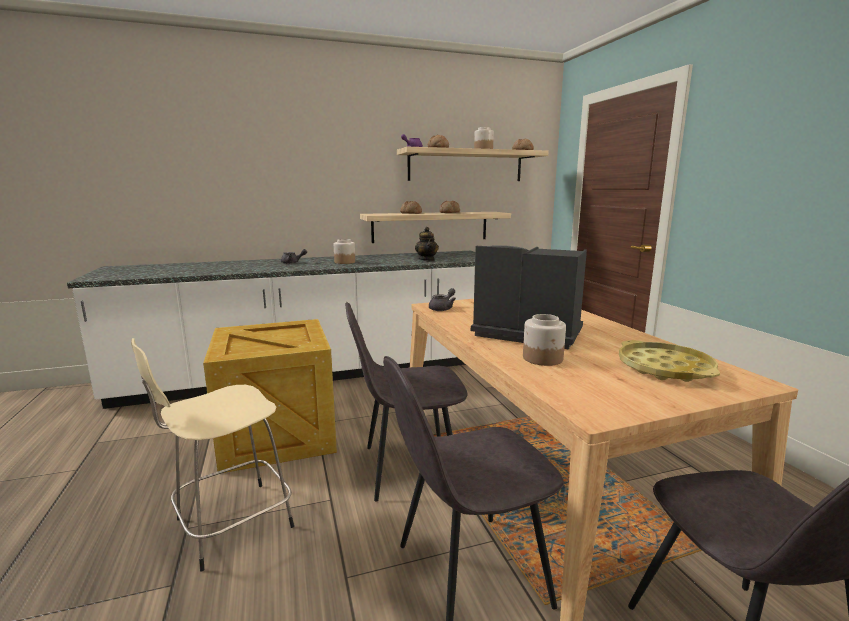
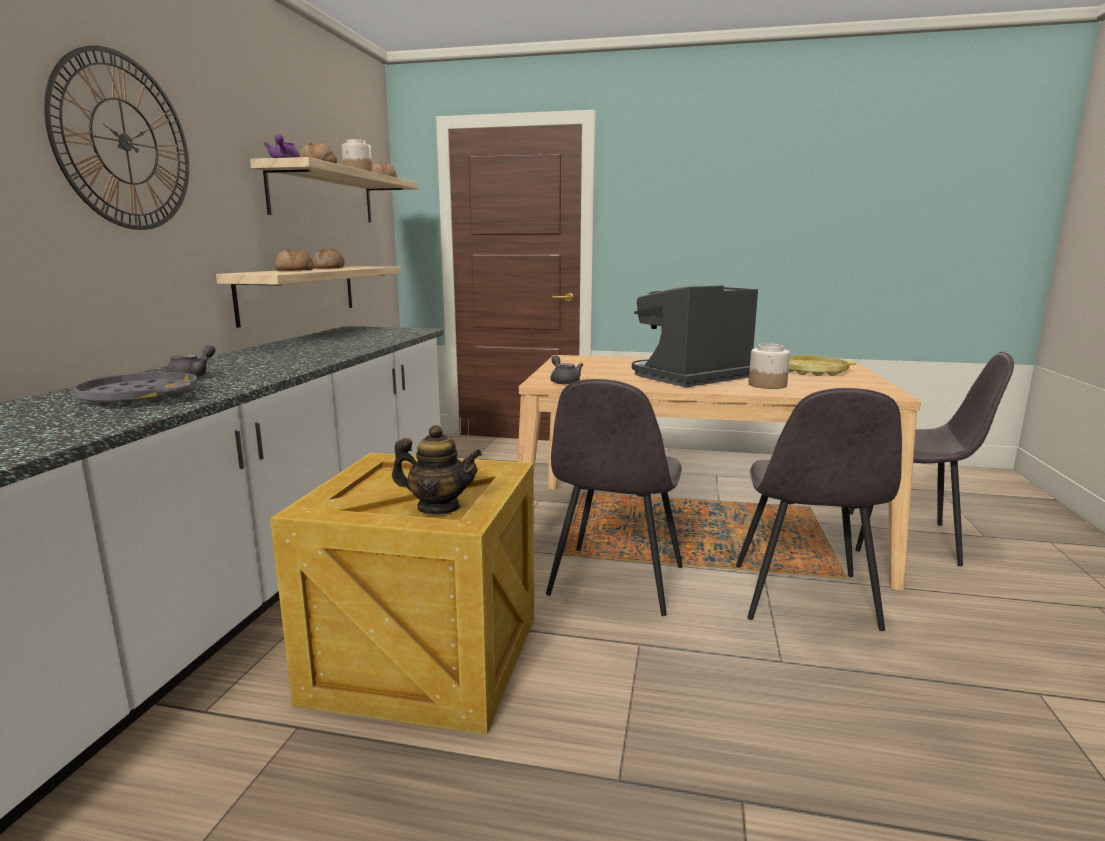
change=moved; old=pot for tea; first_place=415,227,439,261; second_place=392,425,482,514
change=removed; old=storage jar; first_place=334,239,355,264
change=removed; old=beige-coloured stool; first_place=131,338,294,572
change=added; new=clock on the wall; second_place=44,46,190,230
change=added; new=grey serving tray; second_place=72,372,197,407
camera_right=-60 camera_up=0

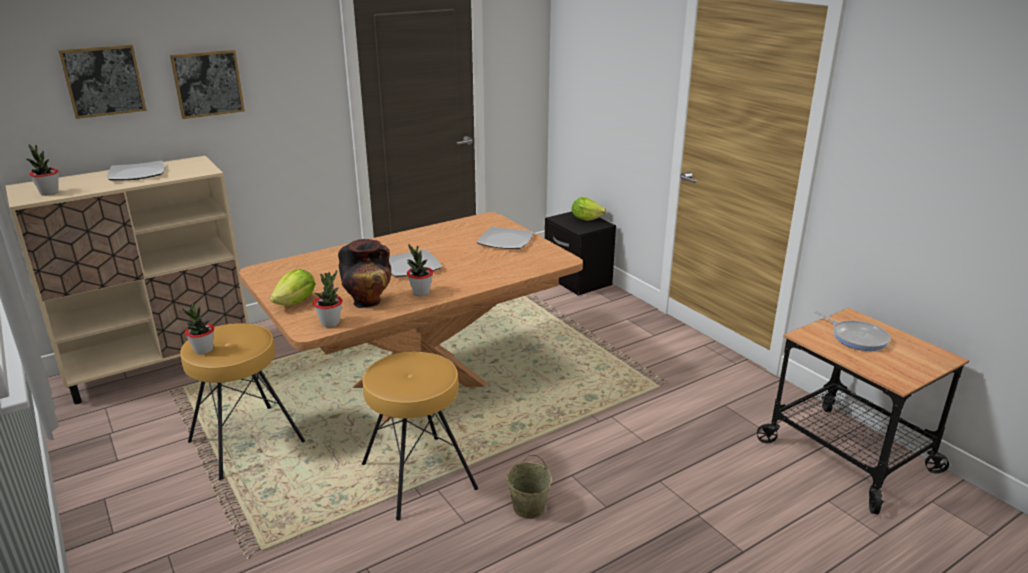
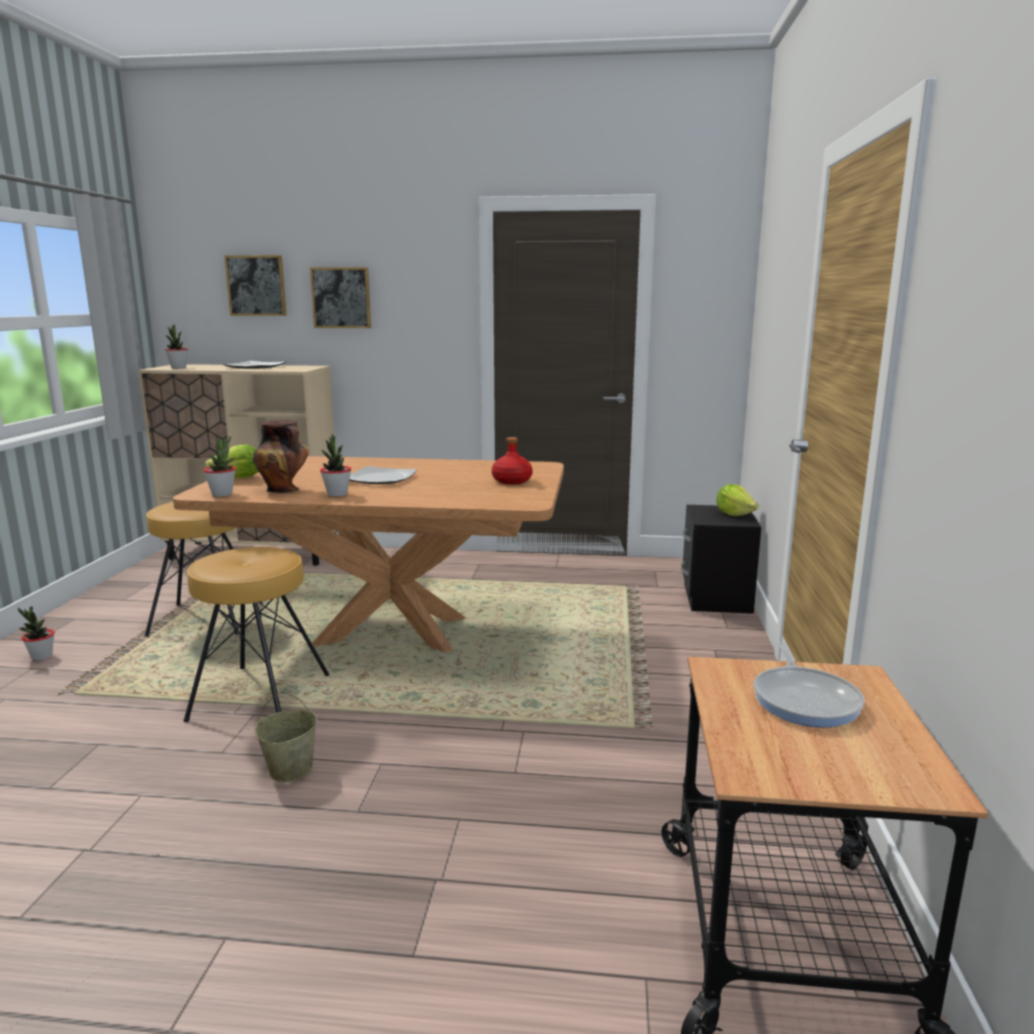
change=replaced; old=flat dish; new=red-coloured beverage bottle; first_place=477,226,534,249; second_place=492,437,533,484
change=moved; old=potted plant; first_place=182,304,214,355; second_place=18,606,55,661
camera_right=40 camera_up=-10

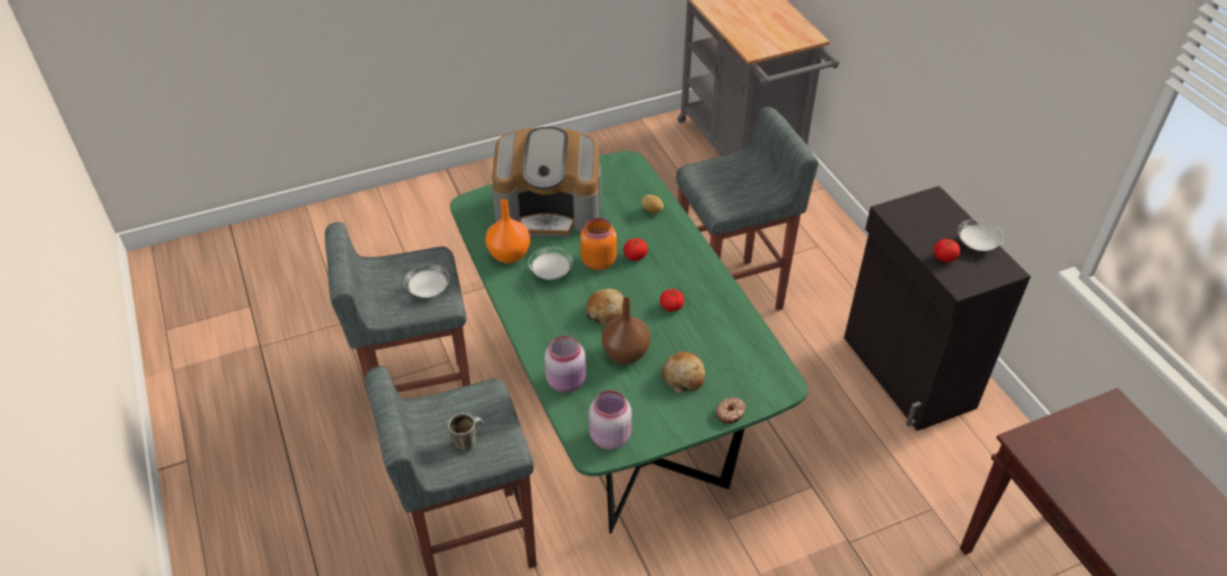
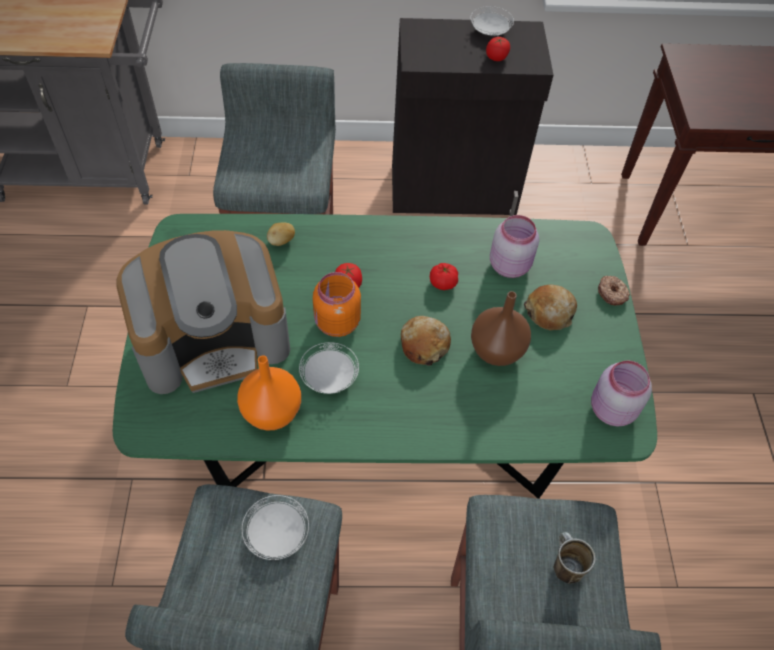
change=turned; old=coffee maker; first_place=492,126,601,237; second_place=116,230,290,394; degrees=45
change=moved; old=pinkish storage jar; first_place=544,336,586,393; second_place=490,215,539,278
camera_right=-70 camera_up=10

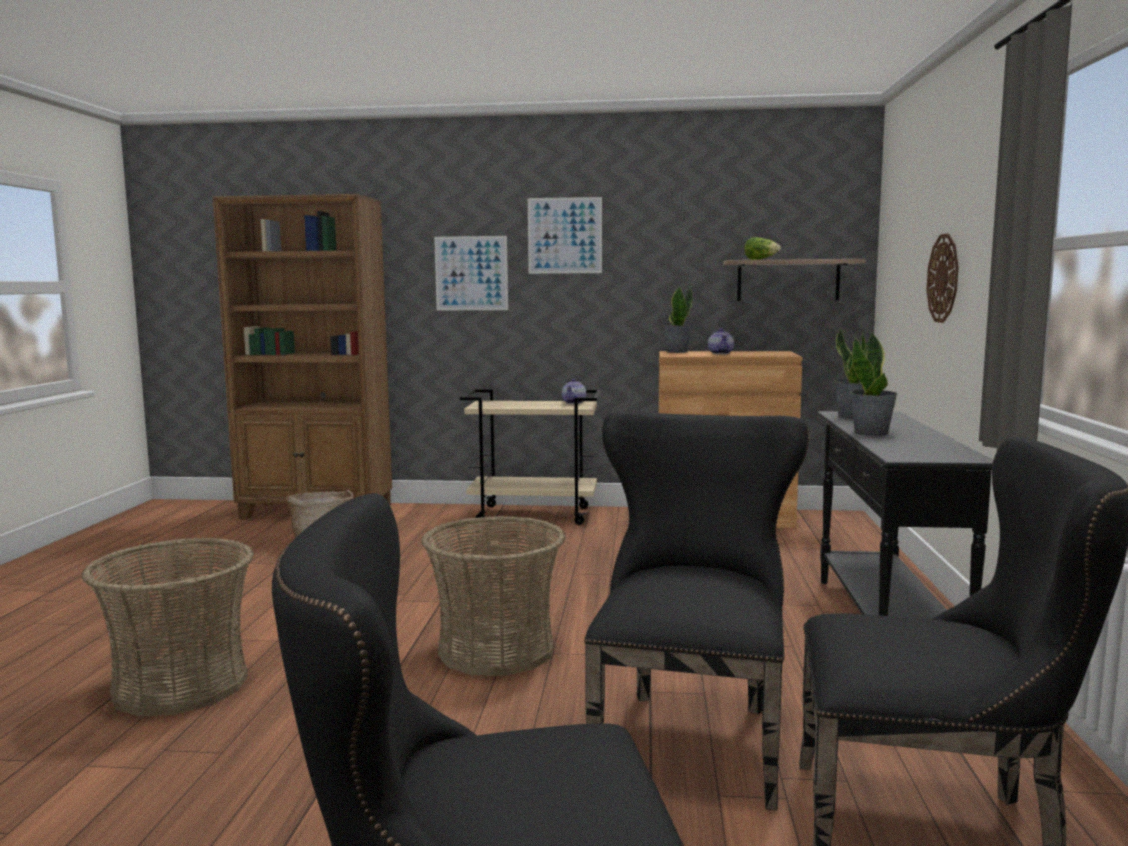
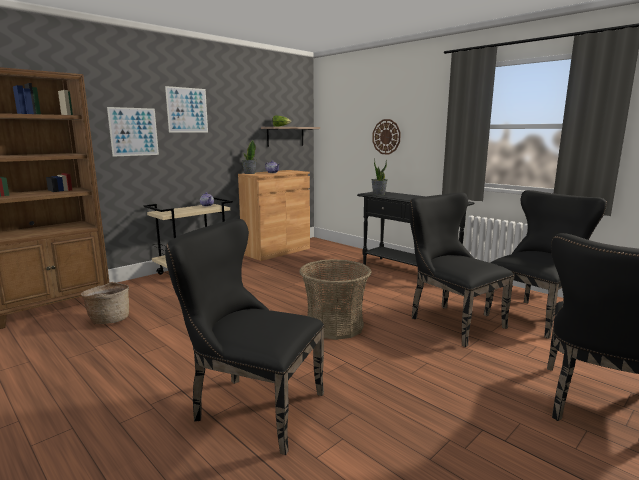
change=removed; old=potted plant; first_place=850,332,898,436
change=replaced; old=basket; new=black upright chair; first_place=82,538,254,716; second_place=165,219,324,455
camera_right=-50 camera_up=5

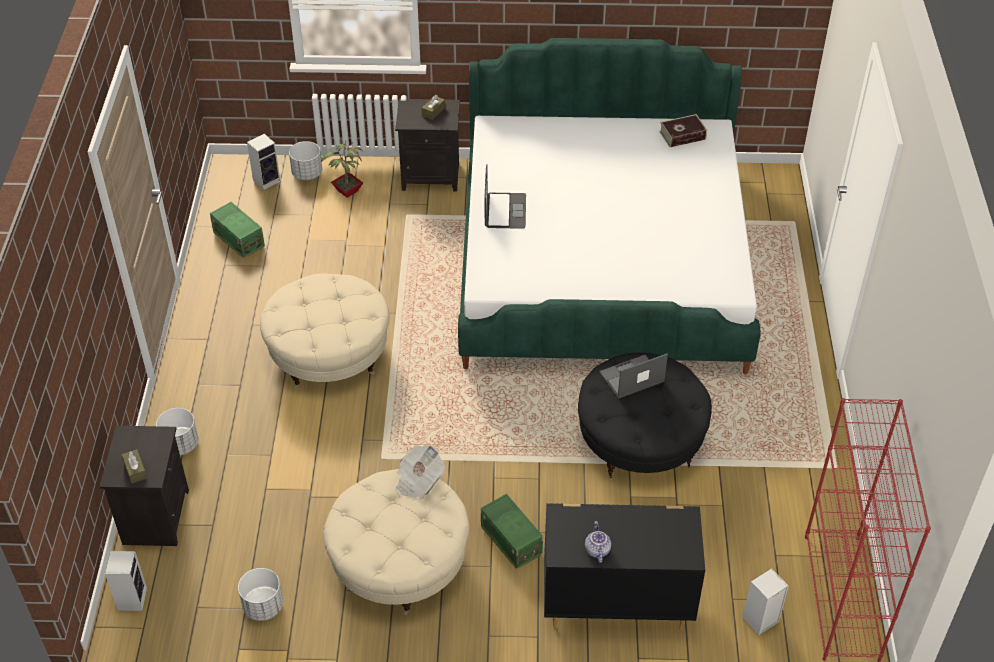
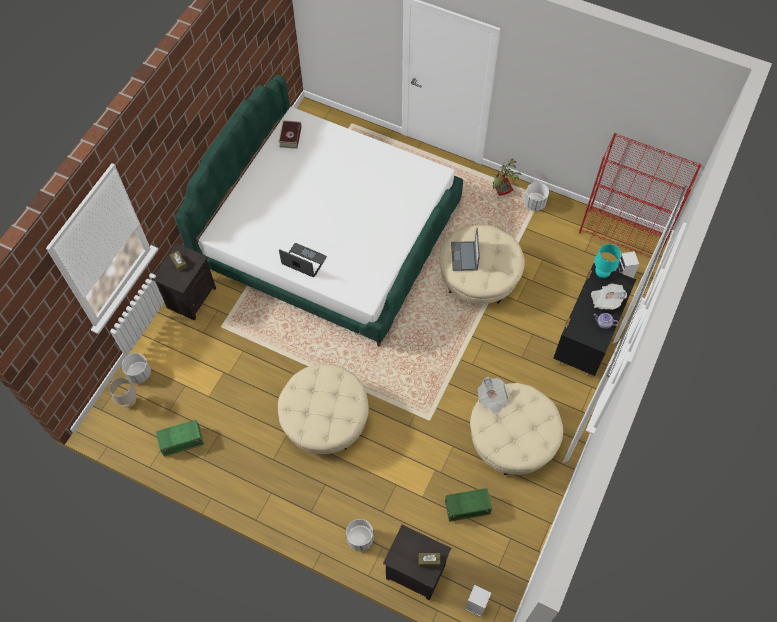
change=replaced; old=speaker; new=beige-coloured table lamp; first_place=247,134,280,190; second_place=109,377,136,408
change=moved; old=potted plant; first_place=321,139,363,198; second_place=493,158,522,196
change=recoloured; old=black footrest; new=beige-coloured footrest; first_place=578,353,712,478; second_place=439,225,525,305
change=moved; old=green storage bin; first_place=481,494,543,569; second_place=445,488,492,522
change=moved; old=white-coloured planter; first_place=238,568,283,621; second_place=524,182,549,211
change=added; new=blue-green table lamp; second_place=594,244,621,278
change=added; new=printed paper; second_place=591,284,627,310
camera_right=-65 camera_up=15

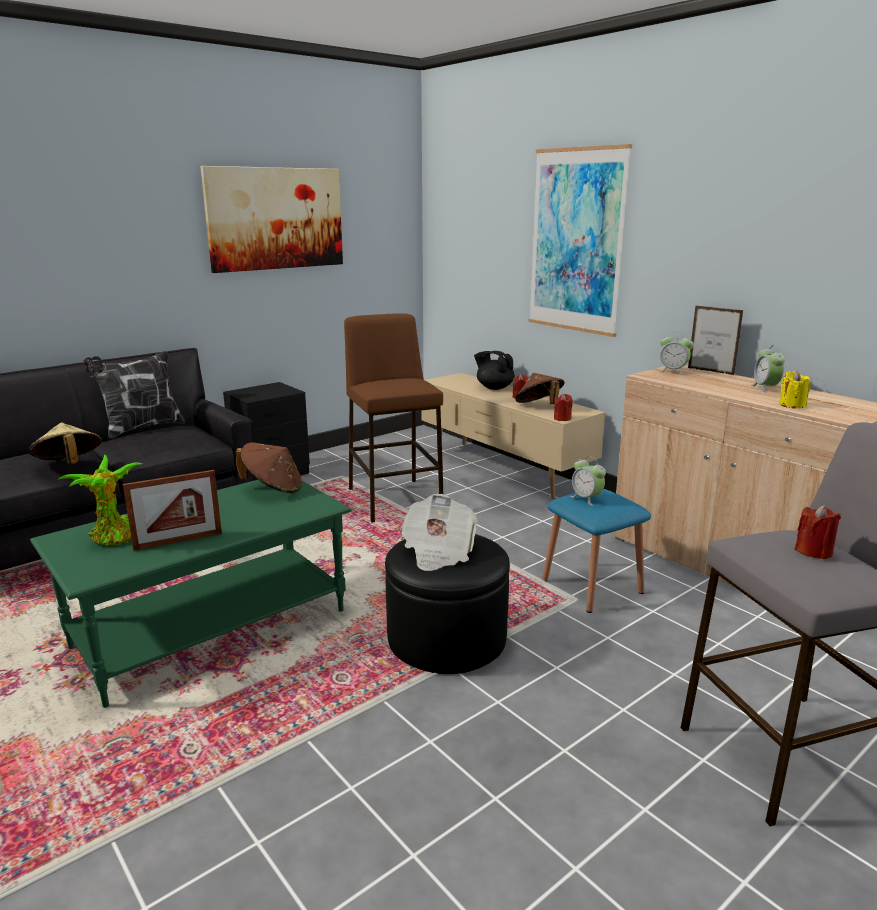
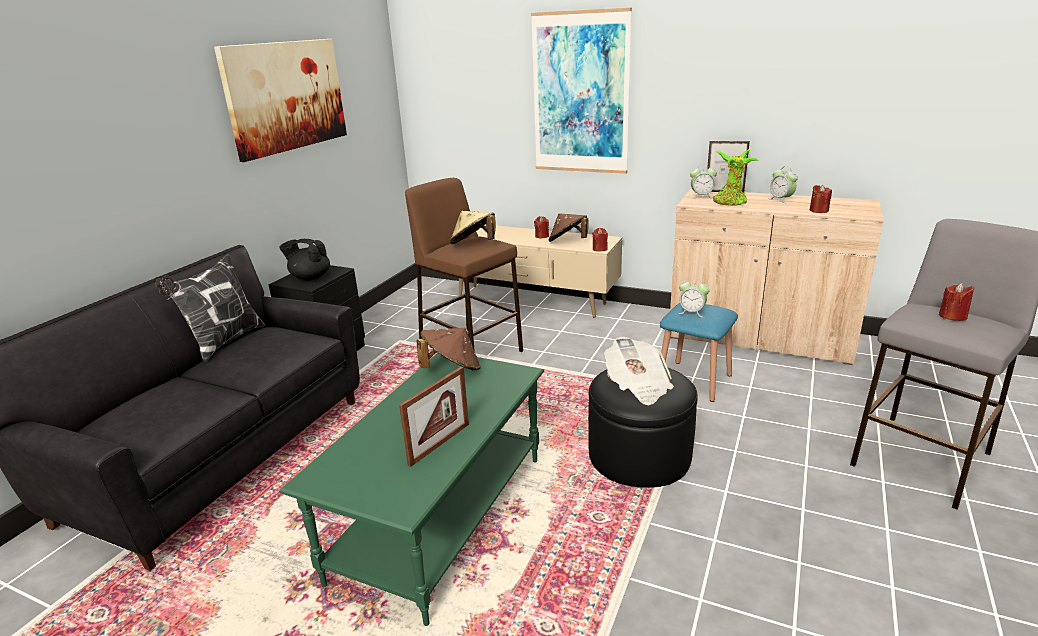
change=moved; old=black pot for tea; first_place=474,351,515,390; second_place=279,239,330,281
change=recoloured; old=yellow wax candle; new=red-coloured wax candle; first_place=780,371,811,408; second_place=810,185,832,213
change=moved; old=beige-coloured hat; first_place=29,422,102,464; second_place=450,211,496,244
change=moved; old=potted plant; first_place=57,455,142,545; second_place=713,150,758,206
camera_right=-25 camera_up=5

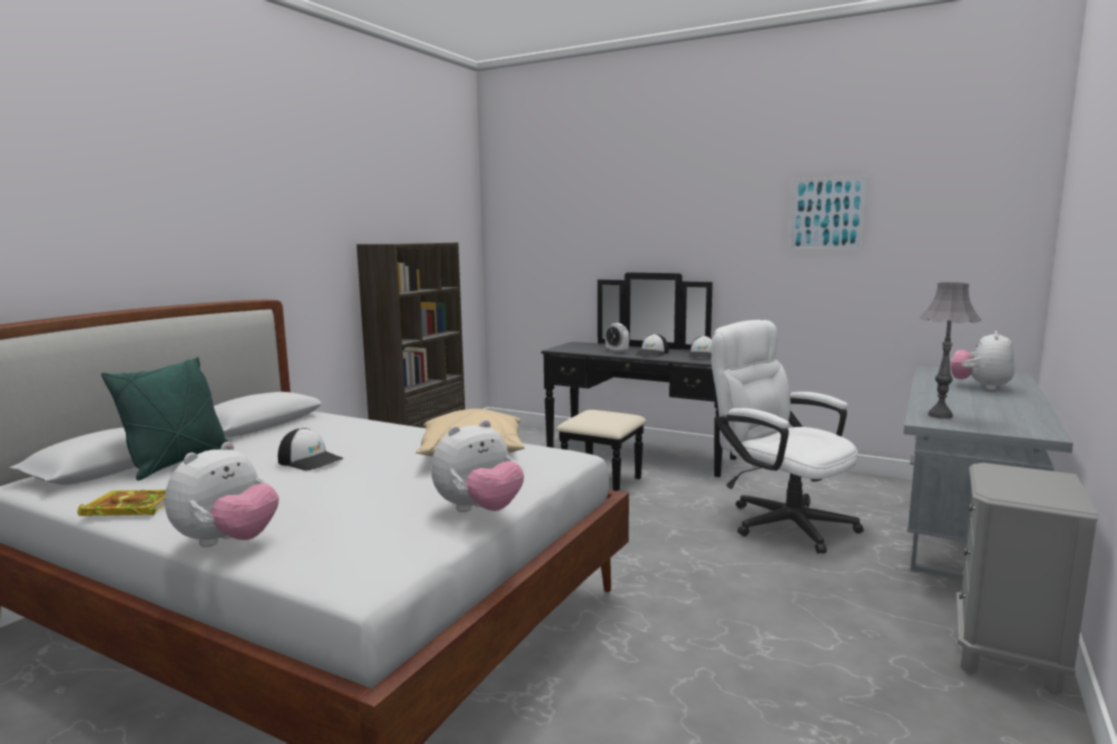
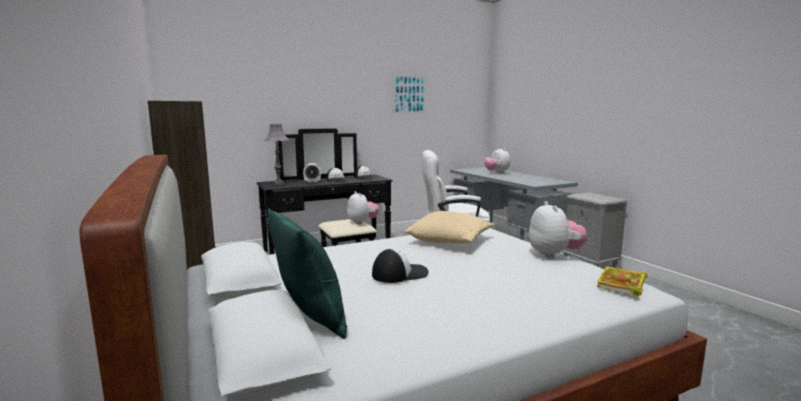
change=moved; old=grey table lamp; first_place=920,282,981,419; second_place=264,124,289,185
change=moved; old=cuddly toy; first_place=165,442,279,547; second_place=347,191,379,225
change=moved; old=volume; first_place=77,490,166,516; second_place=597,266,648,296
camera_right=-55 camera_up=0

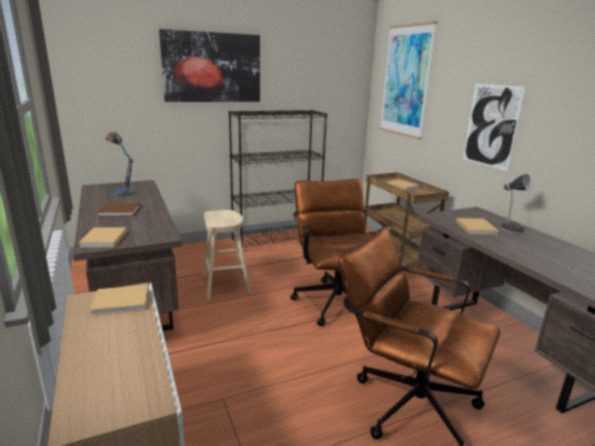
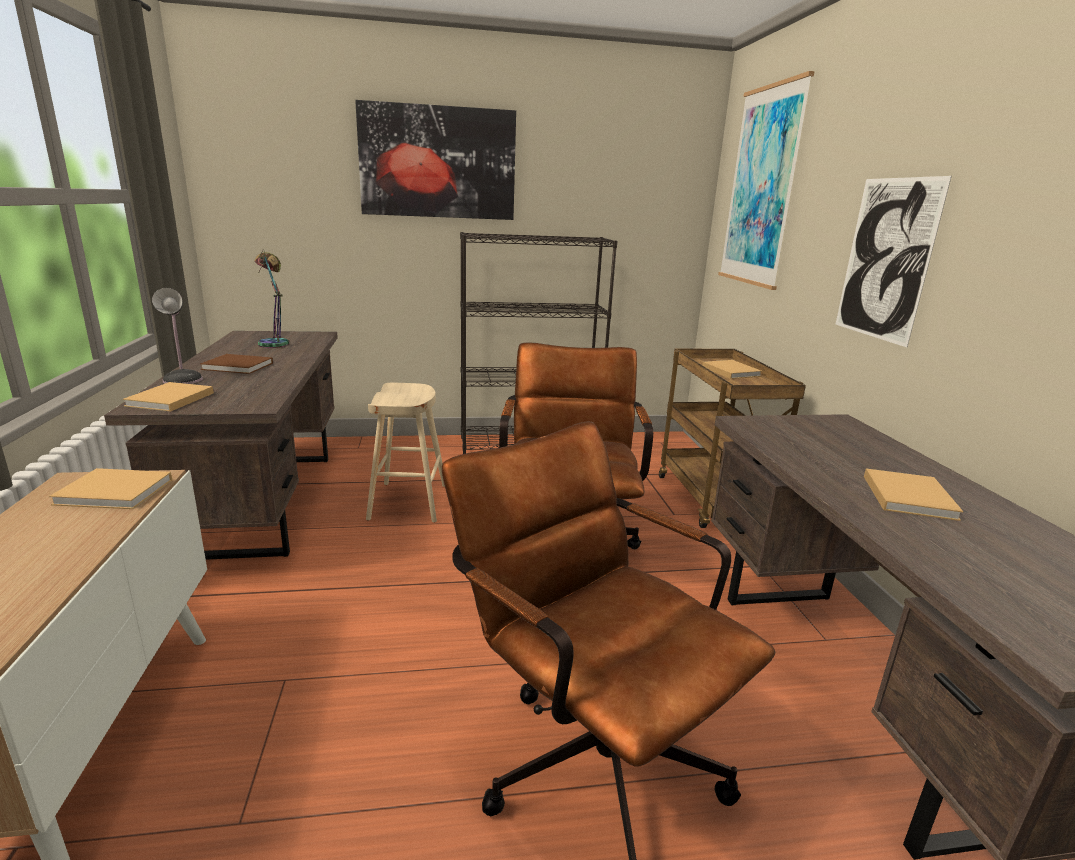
change=moved; old=table lamp; first_place=500,174,532,233; second_place=152,288,203,384
change=moved; old=beige-coloured volume; first_place=456,218,499,235; second_place=864,469,963,521
camera_right=15 camera_up=0

